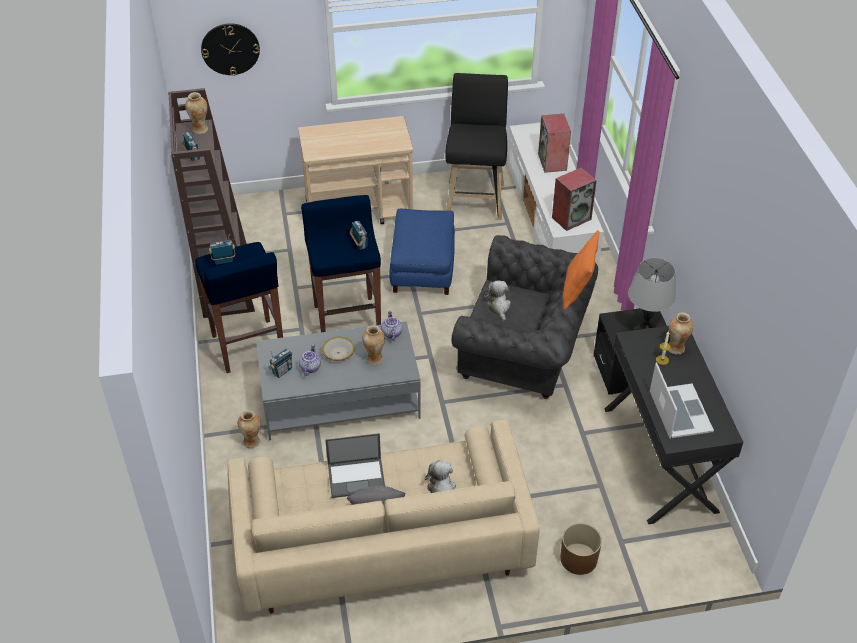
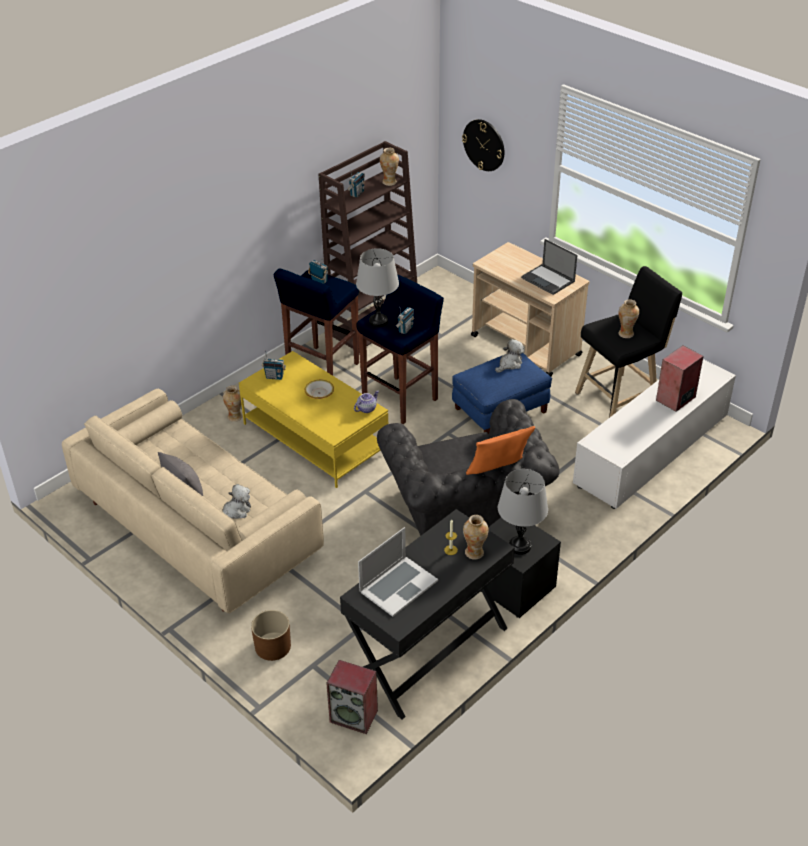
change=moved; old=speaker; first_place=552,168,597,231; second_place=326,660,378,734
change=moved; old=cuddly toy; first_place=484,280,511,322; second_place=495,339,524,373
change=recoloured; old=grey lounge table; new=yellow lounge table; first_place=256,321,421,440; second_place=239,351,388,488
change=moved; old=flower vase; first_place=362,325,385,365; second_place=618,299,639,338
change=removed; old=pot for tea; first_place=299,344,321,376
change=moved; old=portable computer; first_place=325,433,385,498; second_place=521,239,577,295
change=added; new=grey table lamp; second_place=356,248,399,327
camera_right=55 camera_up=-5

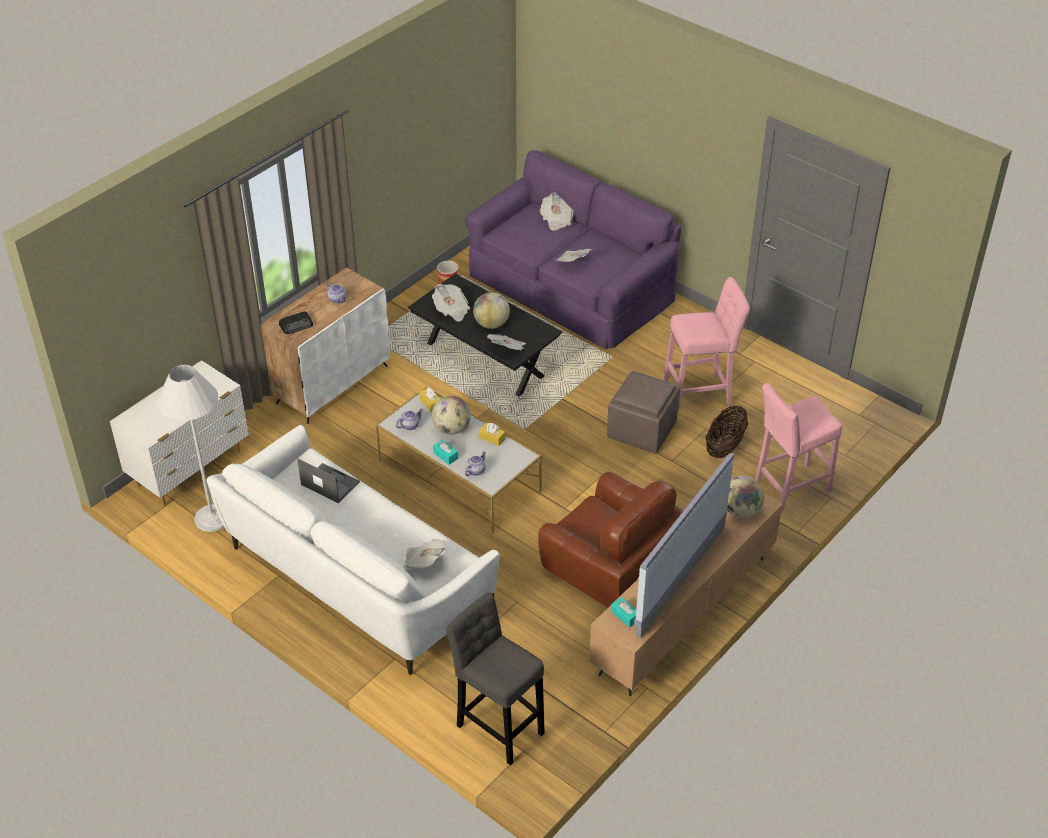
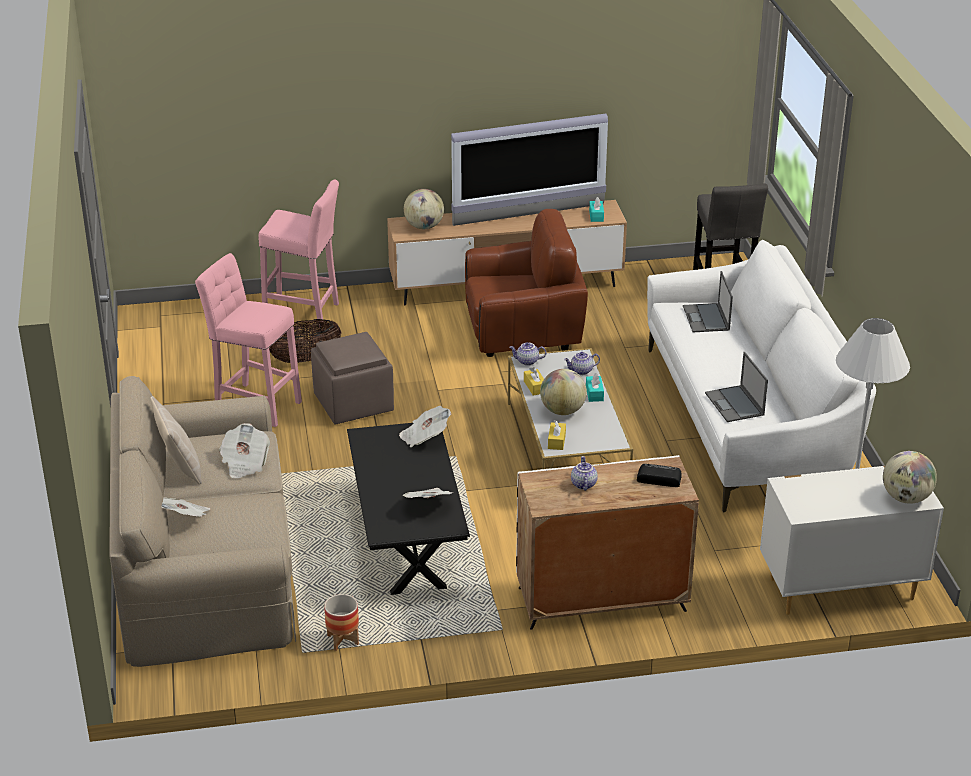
change=recoloured; old=purplish settee; new=beige-coloured settee; first_place=465,150,681,349; second_place=109,376,296,667
change=moved; old=world globe; first_place=473,292,510,329; second_place=883,451,937,504
change=moved; old=pot for tea; first_place=396,408,423,430; second_place=509,342,546,366
change=turned; old=brown lounge chair; first_place=538,472,684,607; second_place=465,209,588,357; degrees=90
change=replaced; old=printed paper; new=portable computer; first_place=404,539,445,568; second_place=683,271,733,332
change=added; new=beige-coloured pillow; second_place=150,396,202,485
camera_right=-140 camera_up=-10

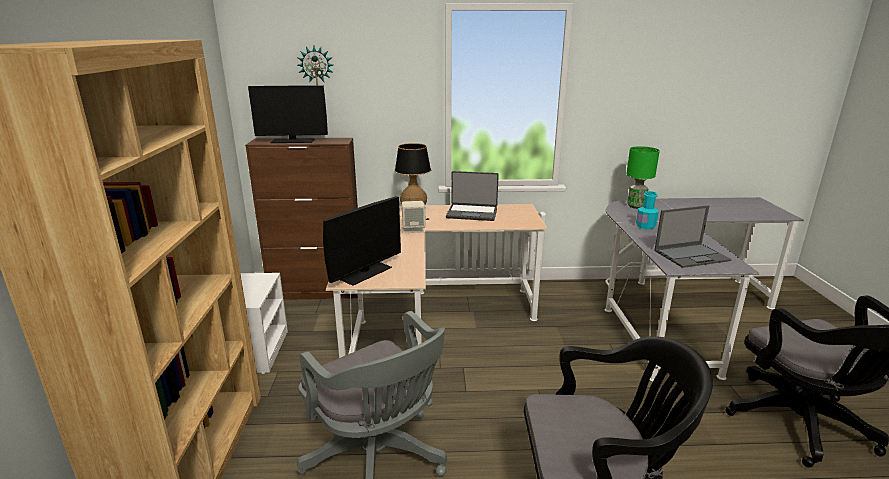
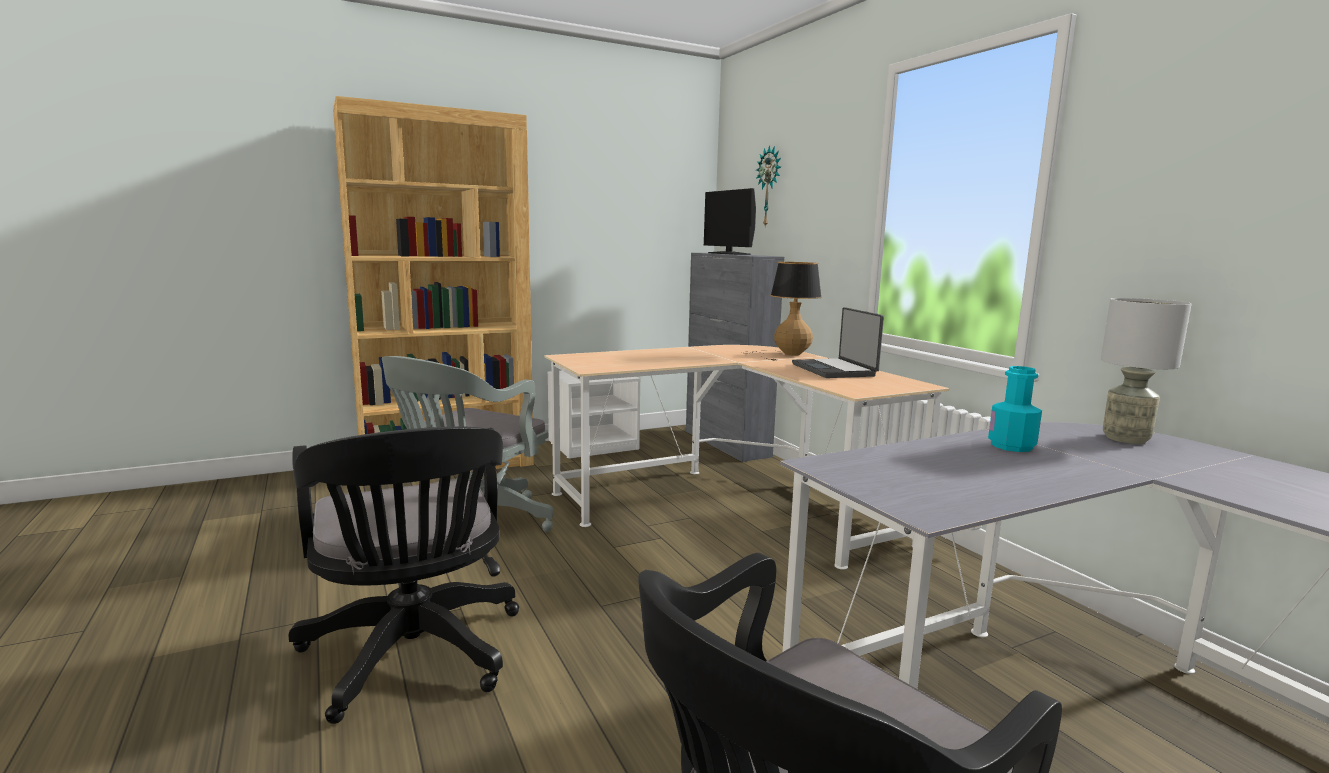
change=recoloured; old=brown storage cabinet; new=grey storage cabinet; first_place=245,138,358,300; second_place=686,253,784,462
change=recoloured; old=green table lamp; new=grey table lamp; first_place=626,146,660,209; second_place=1101,298,1191,444
change=removed; old=computer screen; first_place=323,196,401,286
change=removed; old=beige-coloured speaker; first_place=402,201,426,233
change=removed; old=portable computer; first_place=654,205,731,268
camera_right=65 camera_up=-10

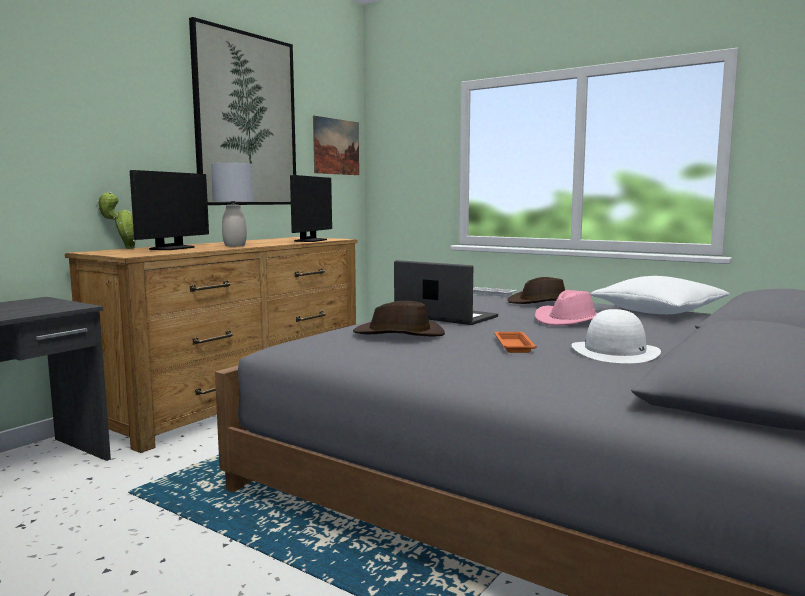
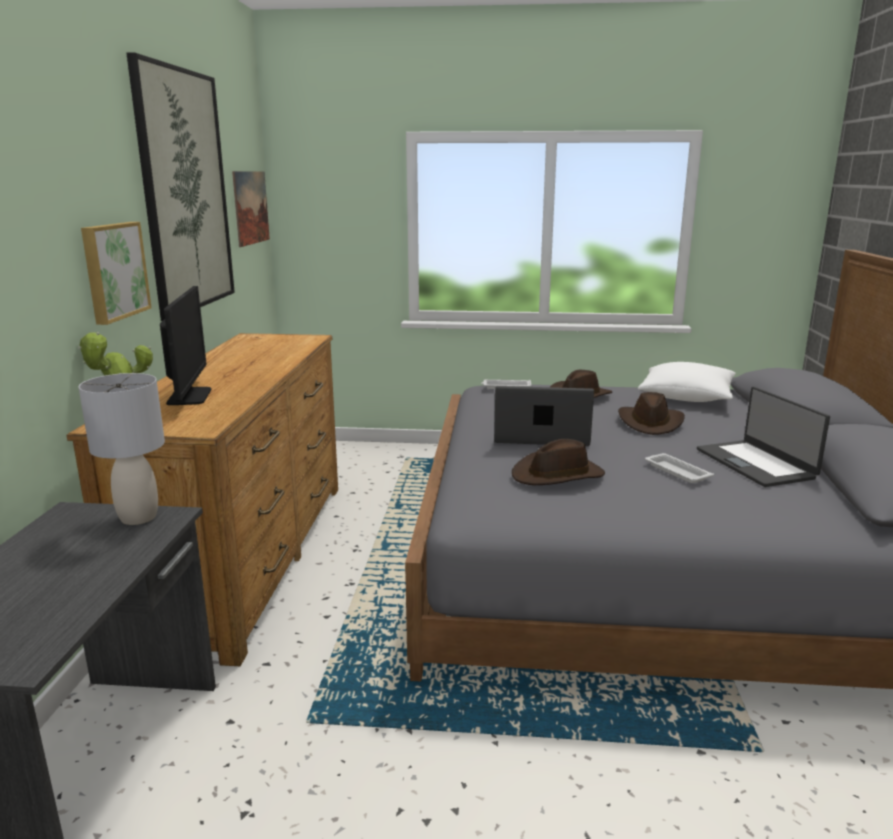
change=moved; old=grey table lamp; first_place=211,163,253,247; second_place=78,373,165,525
change=removed; old=computer screen; first_place=290,175,332,242
change=recoloured; old=pinkish hat; new=brown hat; first_place=535,290,598,326; second_place=618,392,685,435
change=replaced; old=white-coloured hat; new=portable computer; first_place=572,309,661,363; second_place=697,387,830,487
change=recoloured; old=orange serving tray; new=white-coloured serving tray; first_place=494,332,536,353; second_place=645,453,714,483
change=added; new=wall picture; second_place=81,222,152,325
camera_right=-30 camera_up=10

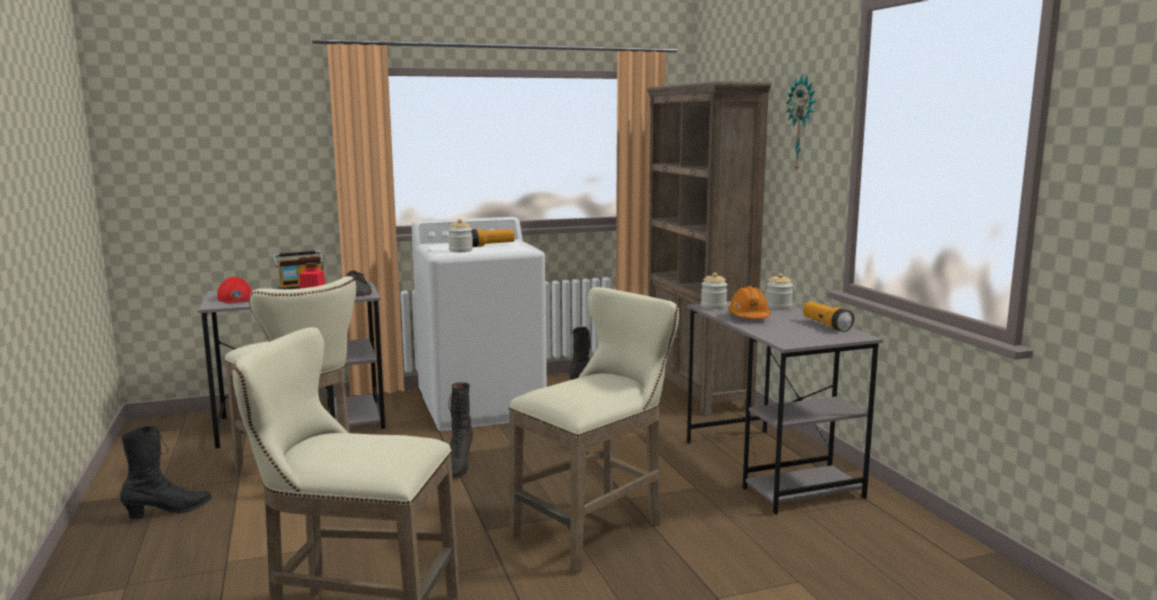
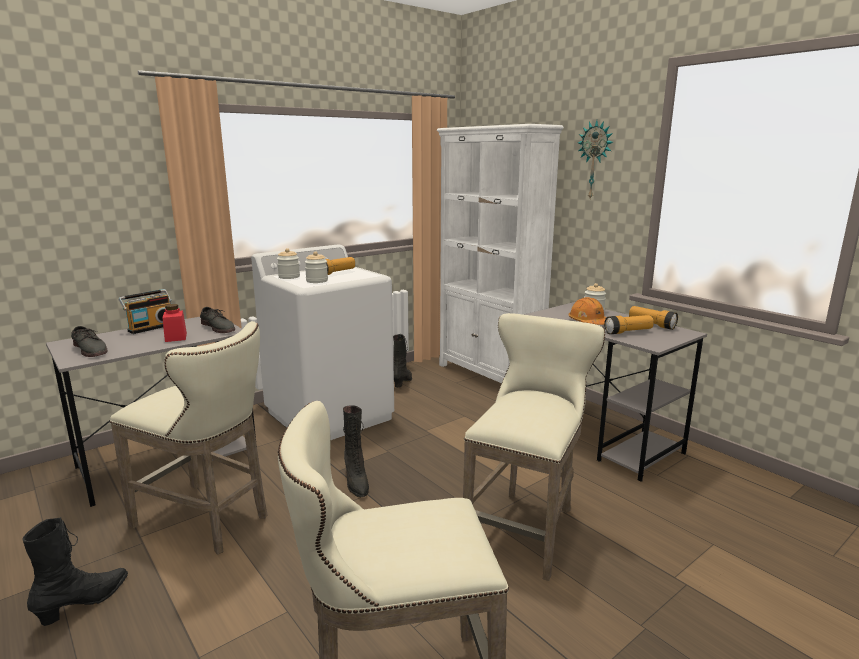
change=recoloured; old=brown shelving unit; new=white-coloured shelving unit; first_place=647,81,772,416; second_place=437,124,564,383
change=moved; old=storage jar; first_place=701,273,728,309; second_place=277,248,300,279
change=replaced; old=red-coloured baseball cap; new=grey item of footwear; first_place=217,277,252,304; second_place=71,326,108,357
change=added; new=hand torch; second_place=604,315,654,334
camera_right=-20 camera_up=5

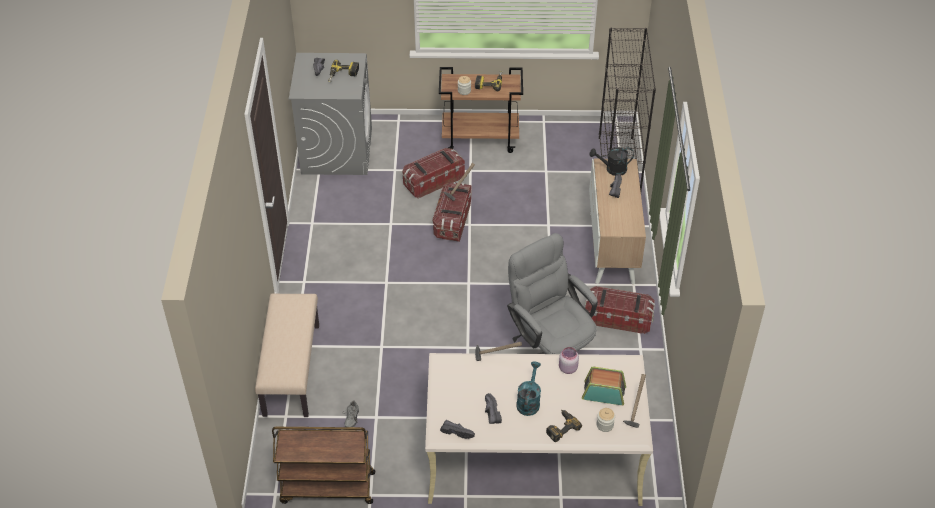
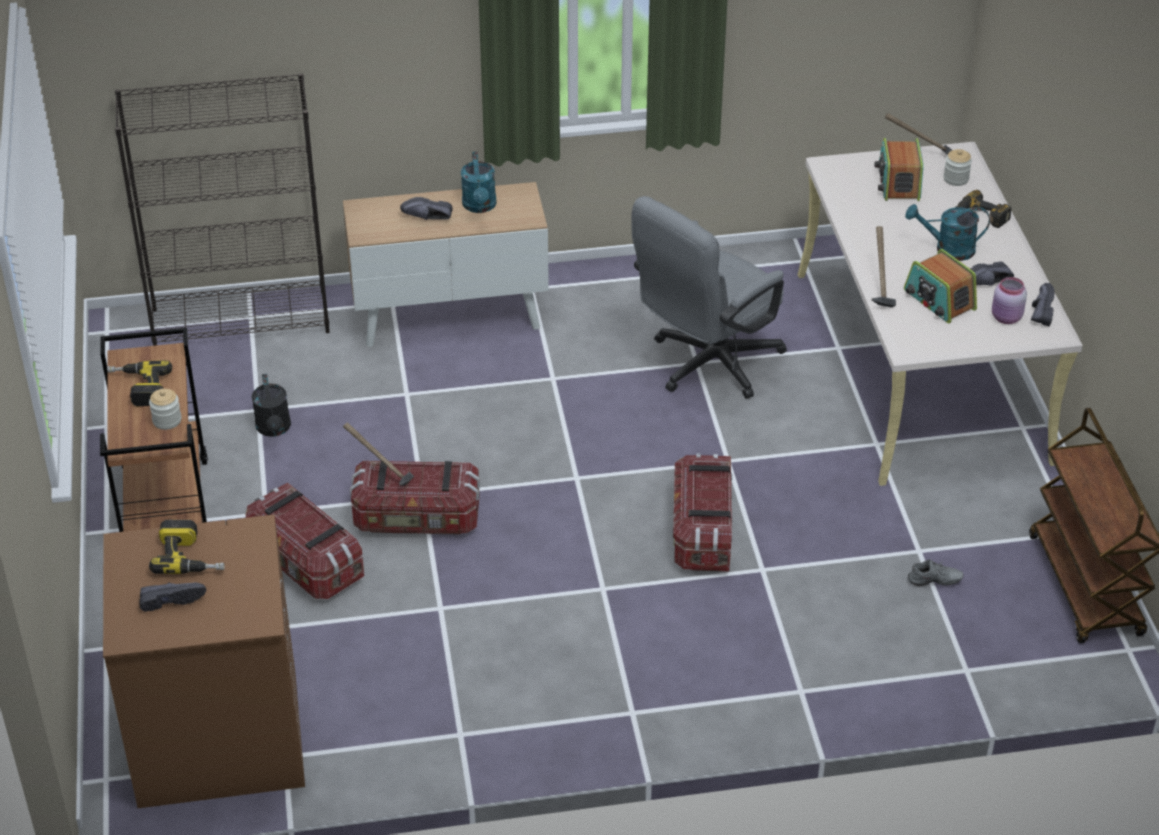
change=recoloured; old=grey washing machine; new=brown washing machine; first_place=289,53,372,175; second_place=103,515,305,808
change=moved; old=black watering pot; first_place=590,147,634,176; second_place=251,374,291,437
change=moved; old=storage bin; first_place=585,286,655,334; second_place=673,454,733,572
change=removed; old=beige-coloured indoor bench; first_place=255,293,319,417
change=moved; old=pinkish storage jar; first_place=559,347,579,374; second_place=992,277,1027,324
change=added; new=blue-green watering pot; second_place=461,152,497,213
change=added; new=radio receiver; second_place=904,249,977,323
camera_right=-100 camera_up=-5

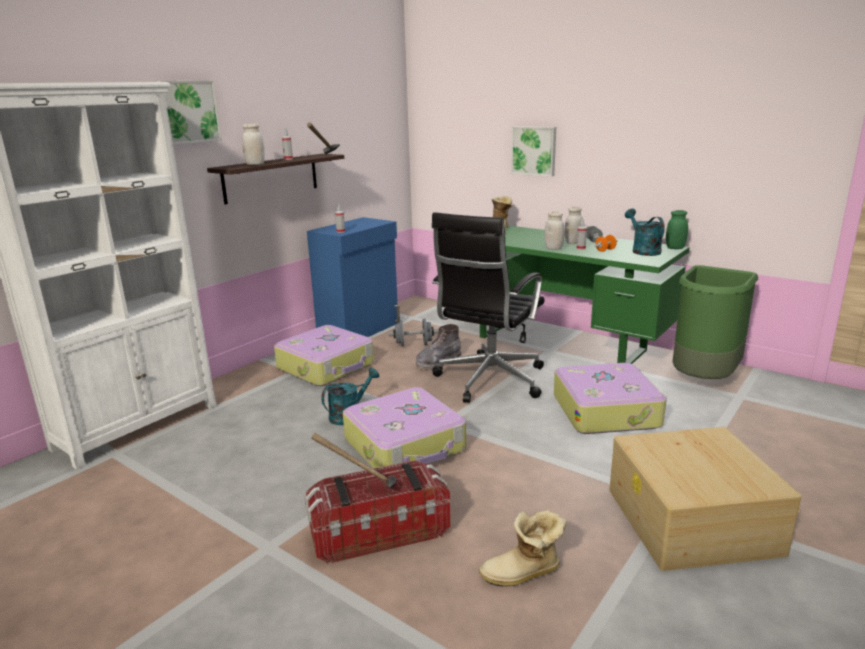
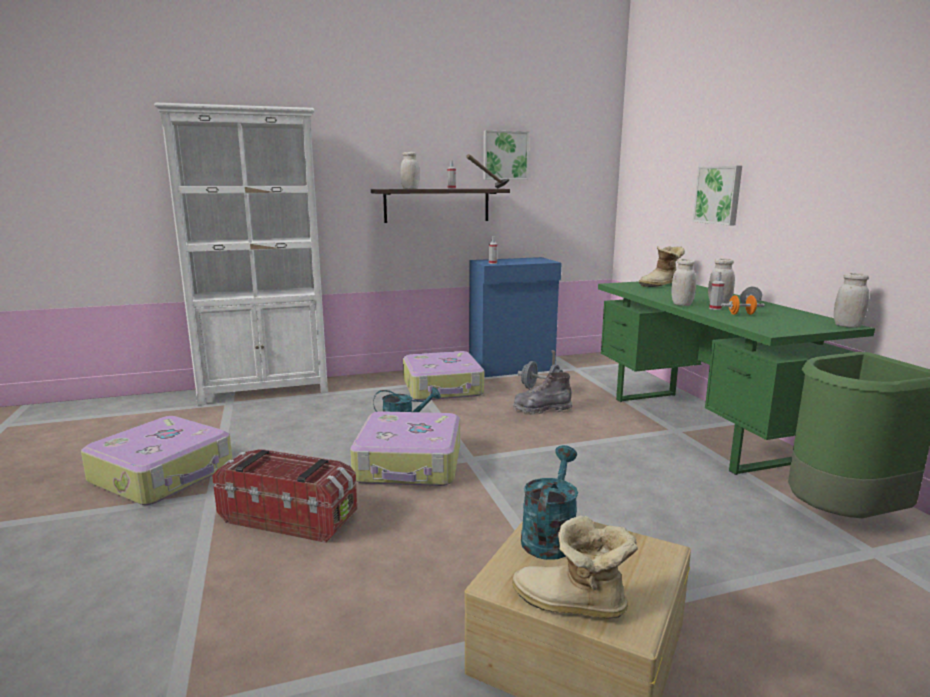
change=moved; old=wall picture; first_place=156,81,222,145; second_place=483,130,530,180
change=moved; old=blue-green watering pot; first_place=625,209,665,256; second_place=521,445,578,560
change=recoloured; old=green storage jar; new=white-coloured storage jar; first_place=666,210,688,249; second_place=834,273,870,328
change=removed; old=black office chair; first_place=432,212,545,403
change=moved; old=suitcase; first_place=554,363,667,434; second_place=81,416,233,505
change=removed; old=hand hammer; first_place=311,433,397,489
change=moved; old=tall boot; first_place=479,510,566,587; second_place=512,515,638,619
camera_right=35 camera_up=-5

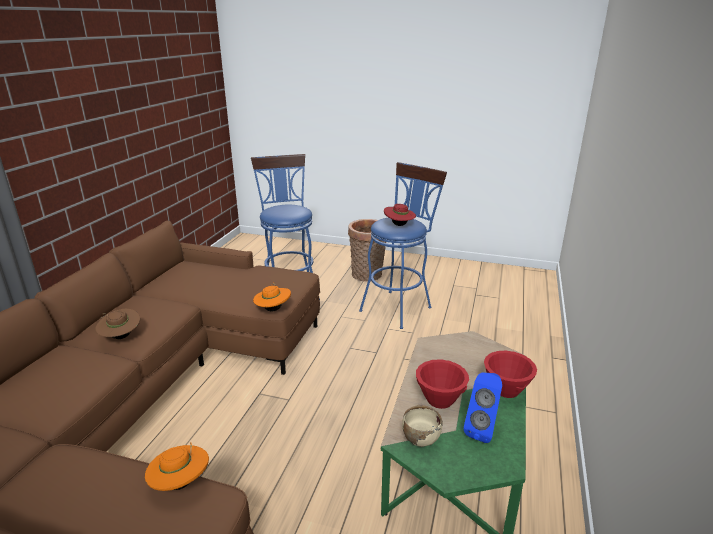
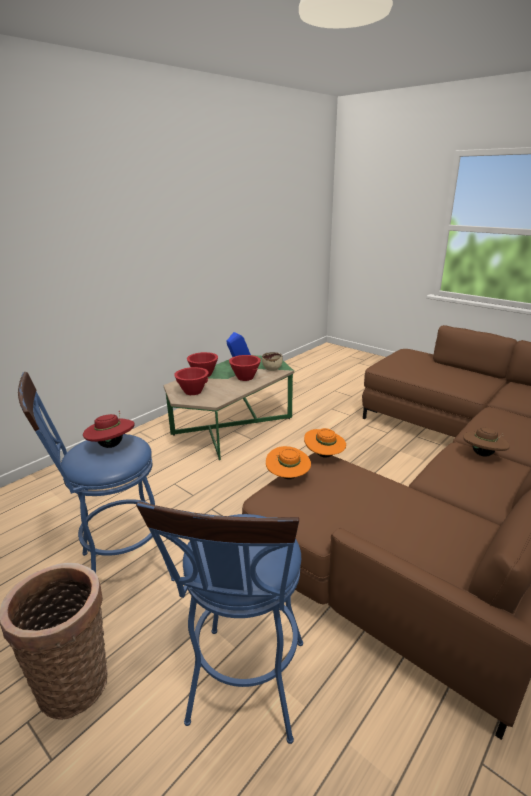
change=moved; old=orange hat; first_place=145,442,209,491; second_place=266,446,311,479
change=added; new=red-coloured deep dish; second_place=174,367,209,395
camera_right=-155 camera_up=0

